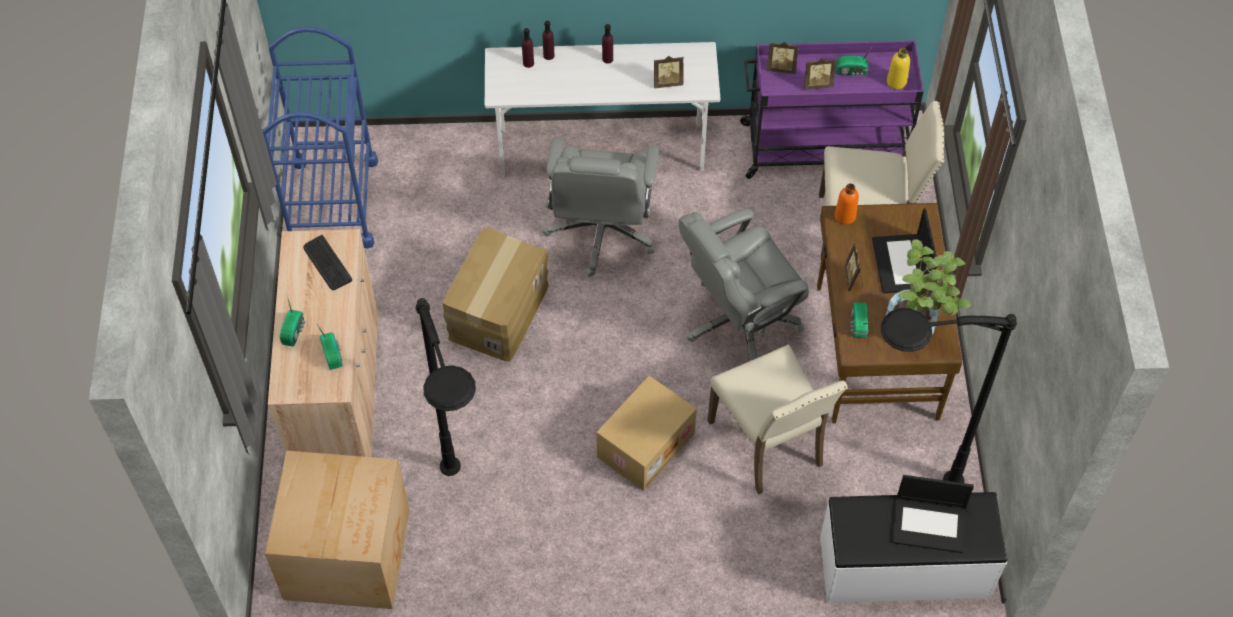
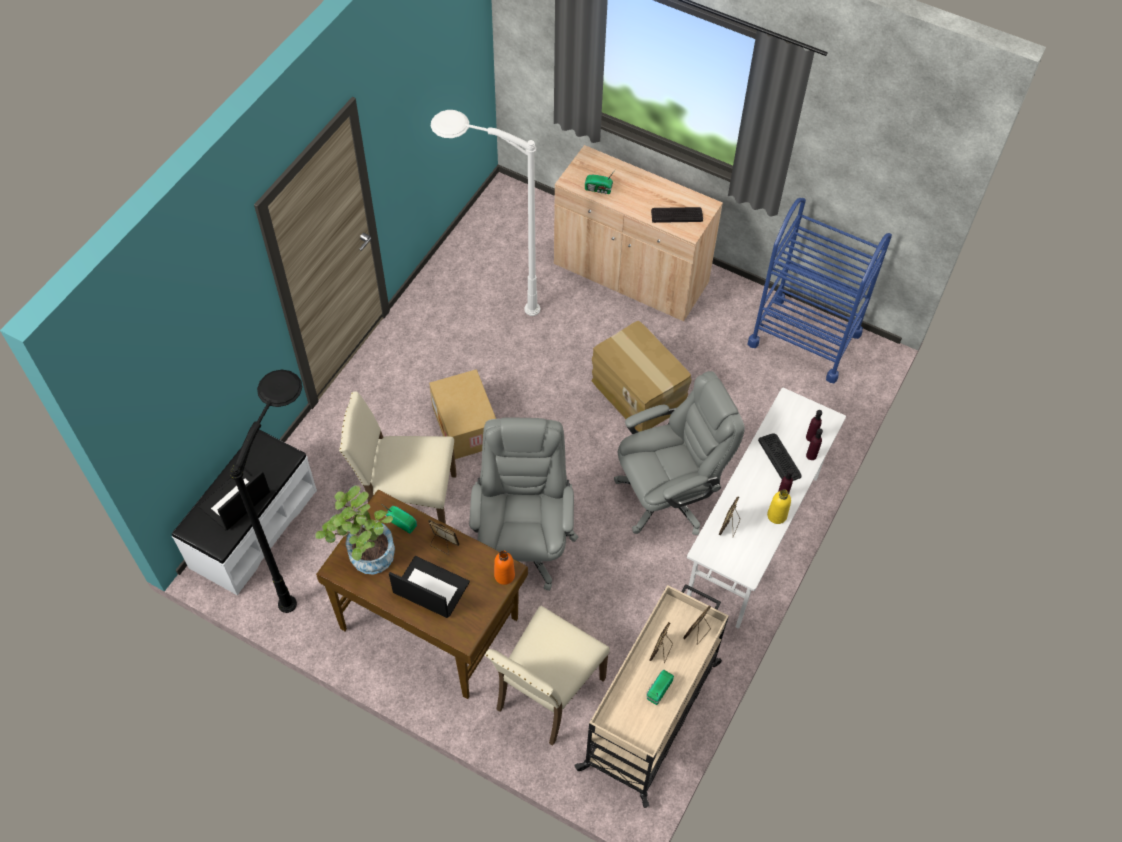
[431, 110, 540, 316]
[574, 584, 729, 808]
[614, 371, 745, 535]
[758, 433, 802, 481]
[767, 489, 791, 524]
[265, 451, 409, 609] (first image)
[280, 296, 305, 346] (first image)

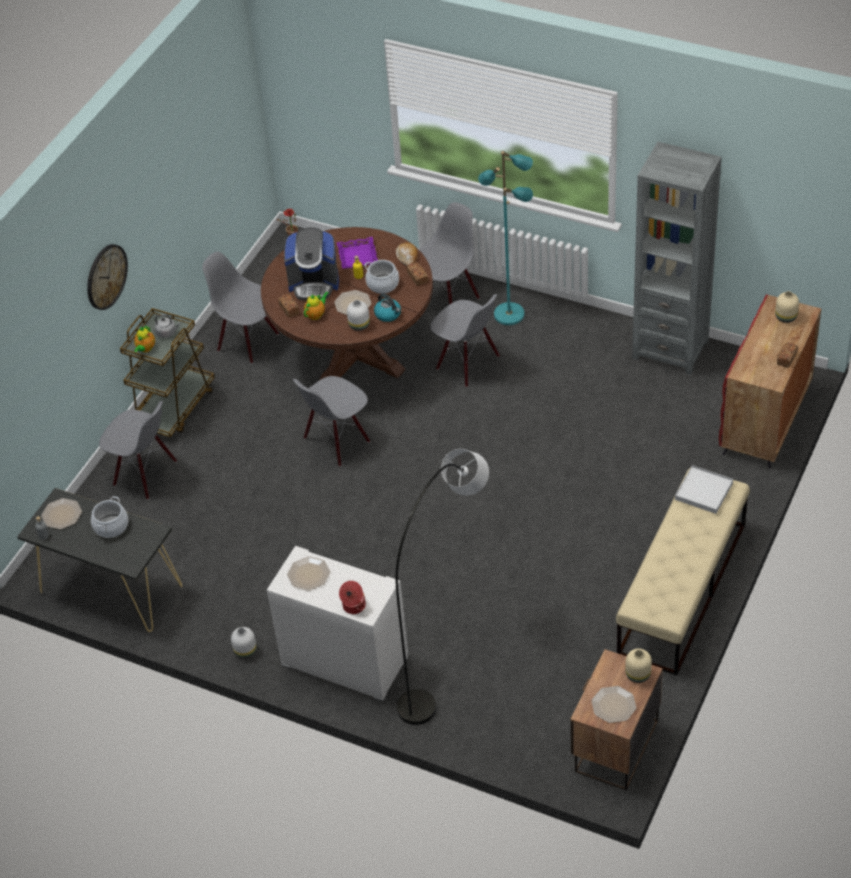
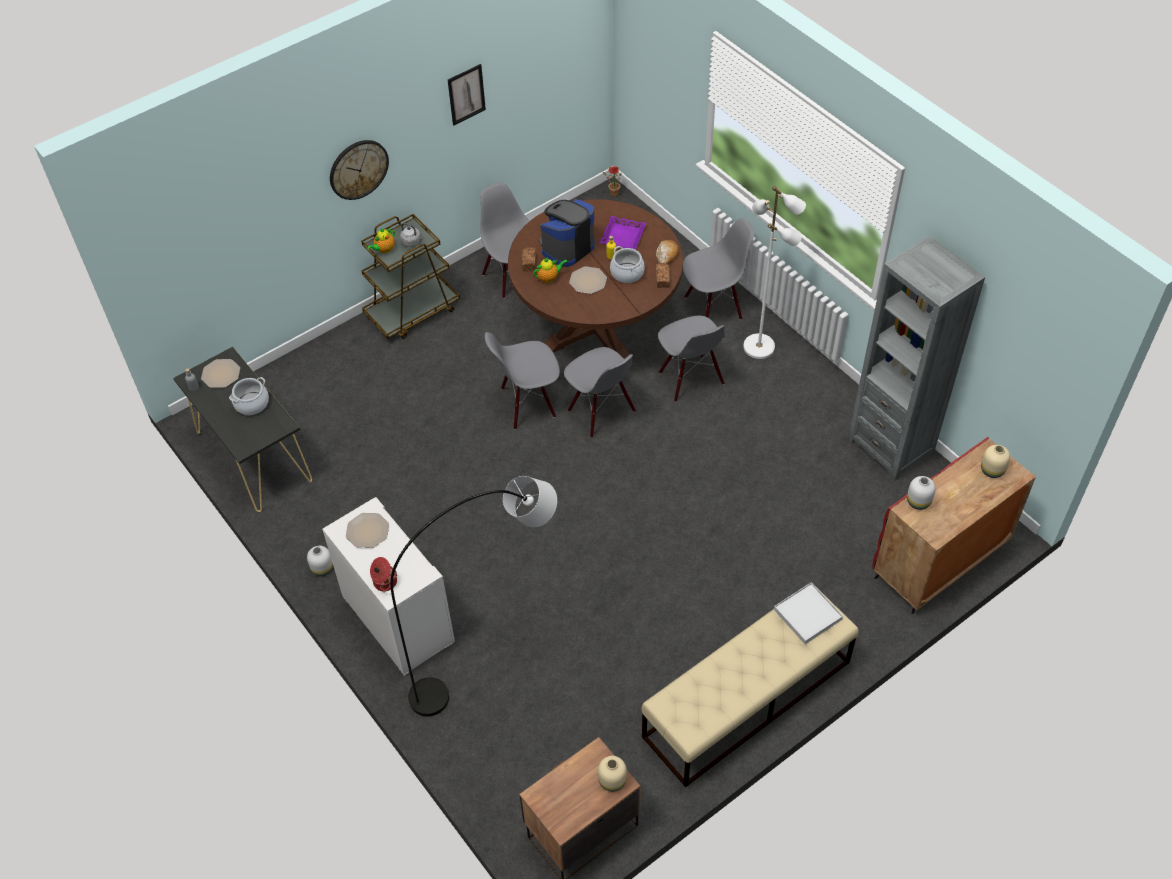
[448, 64, 486, 125]
[540, 199, 595, 267]
[564, 347, 636, 438]
[743, 186, 806, 359]
[907, 476, 936, 510]
[374, 293, 401, 322] (first image)
[592, 686, 636, 723] (first image)
[777, 343, 798, 368] (first image)

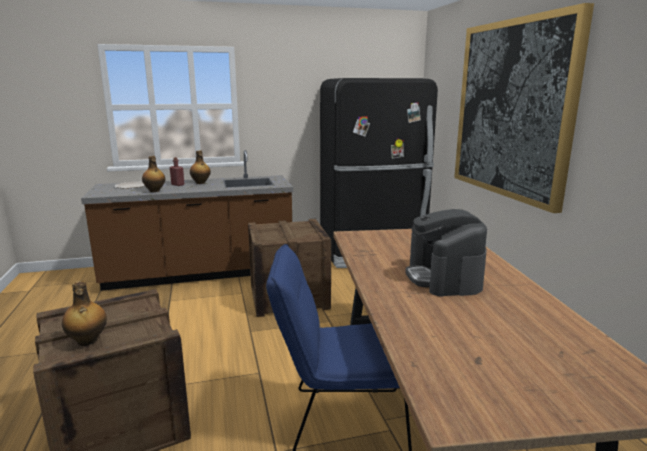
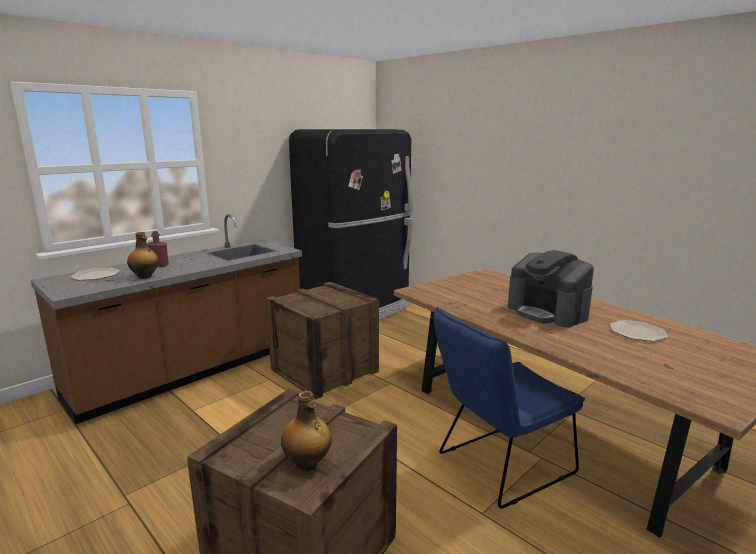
[610, 320, 668, 341]
[190, 151, 211, 184] (first image)
[454, 3, 594, 213] (first image)

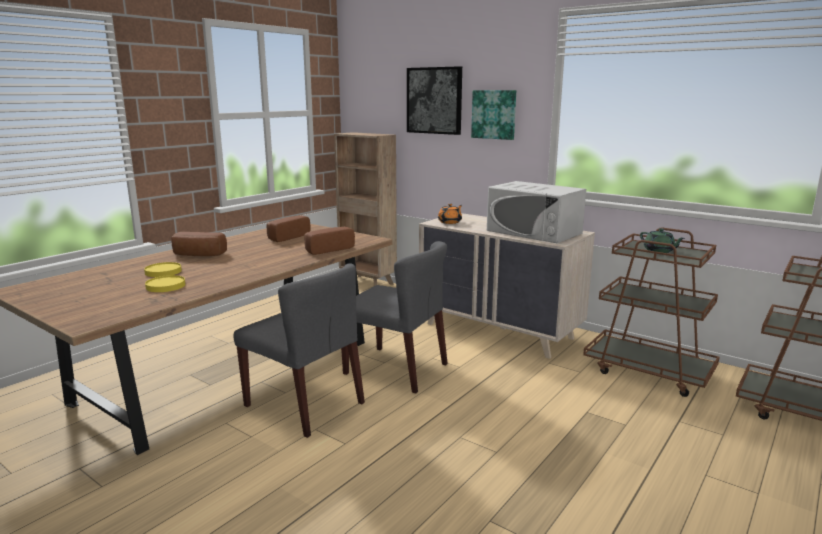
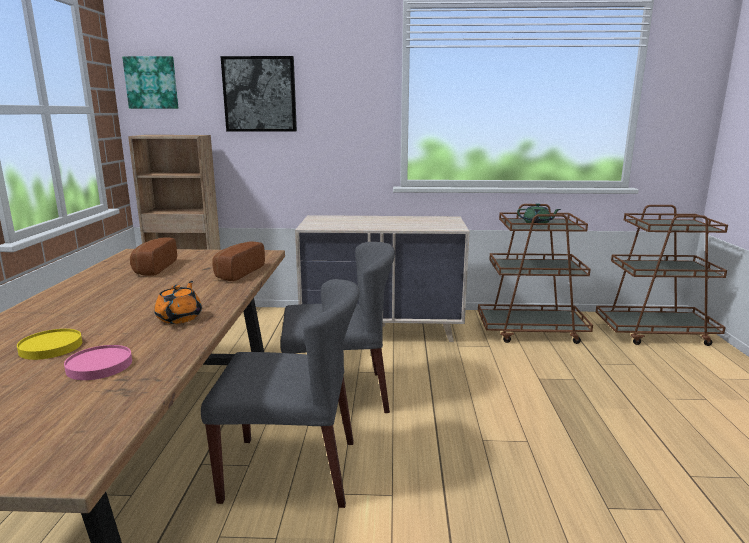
[64, 345, 132, 380]
[122, 56, 178, 109]
[154, 281, 202, 324]
[171, 232, 227, 256] (first image)
[487, 181, 586, 243] (first image)

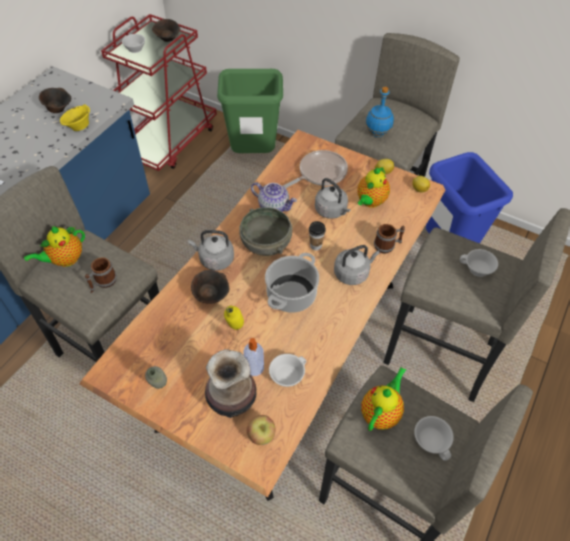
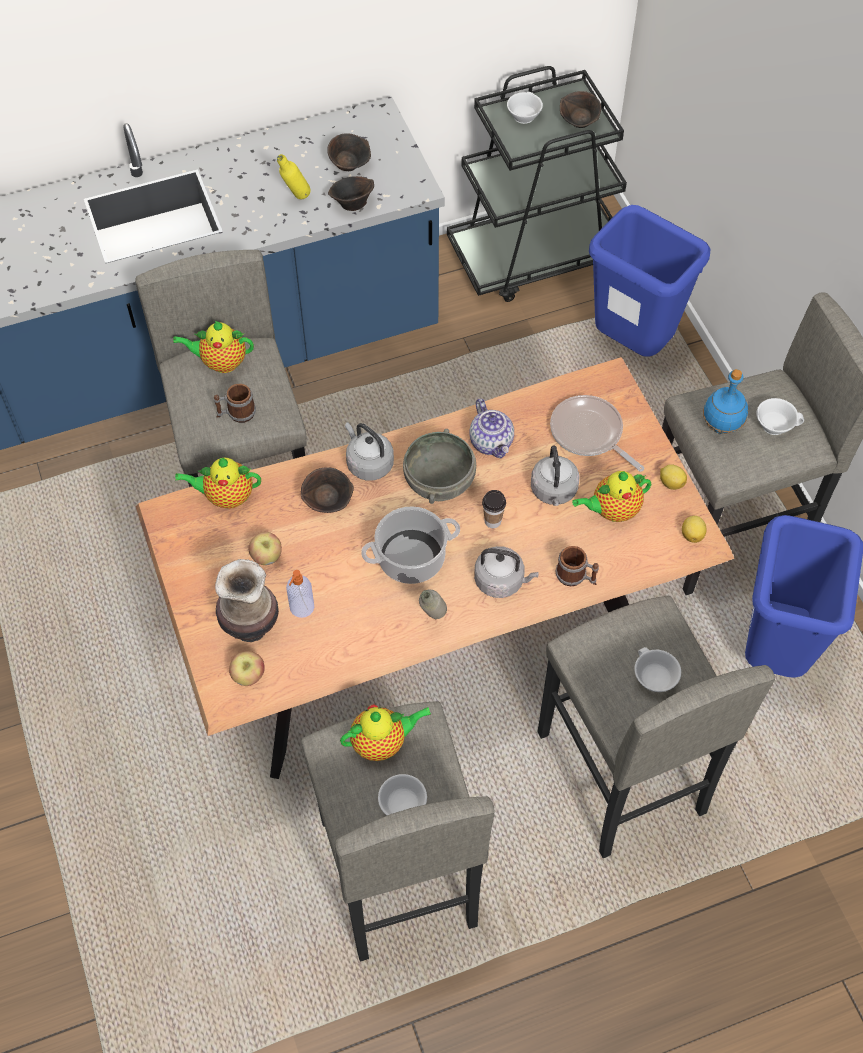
[175, 458, 261, 509]
[249, 532, 282, 565]
[277, 154, 311, 200]
[328, 176, 374, 211]
[419, 589, 447, 619]
[447, 66, 627, 302]
[550, 395, 644, 472]
[589, 205, 710, 357]
[756, 398, 804, 435]

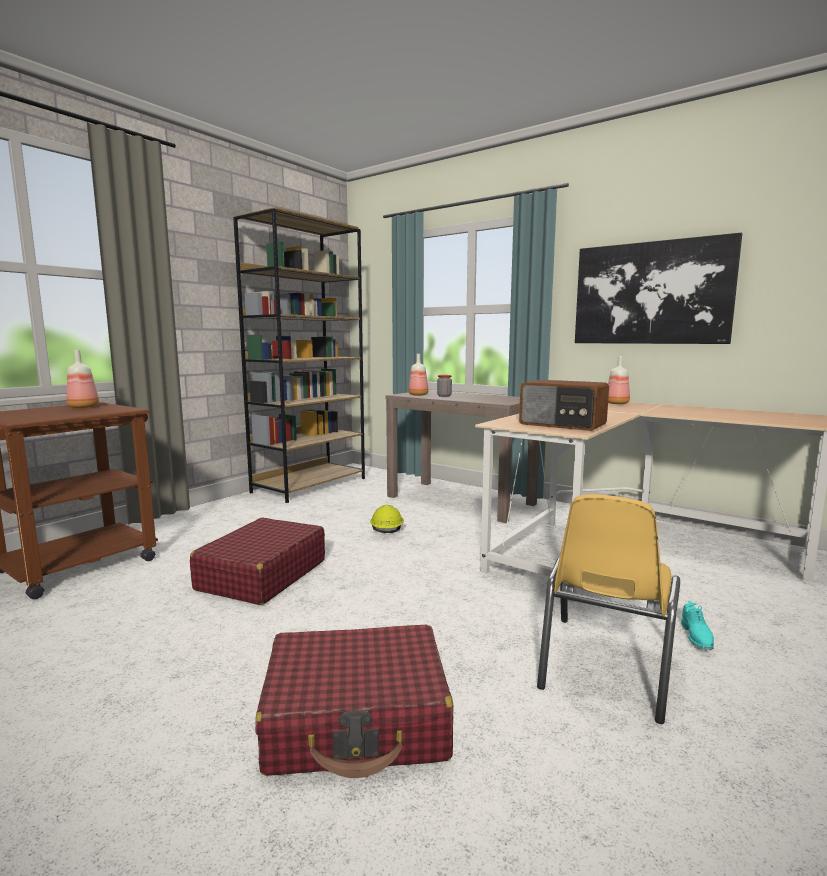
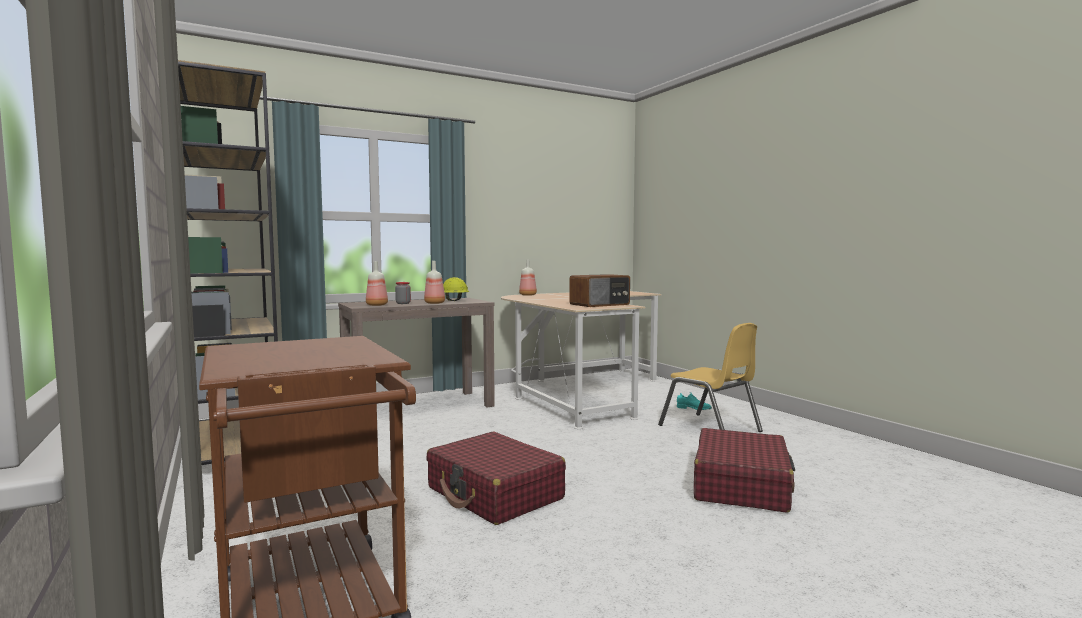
[424, 261, 445, 304]
[443, 277, 469, 301]
[575, 233, 742, 344] (first image)

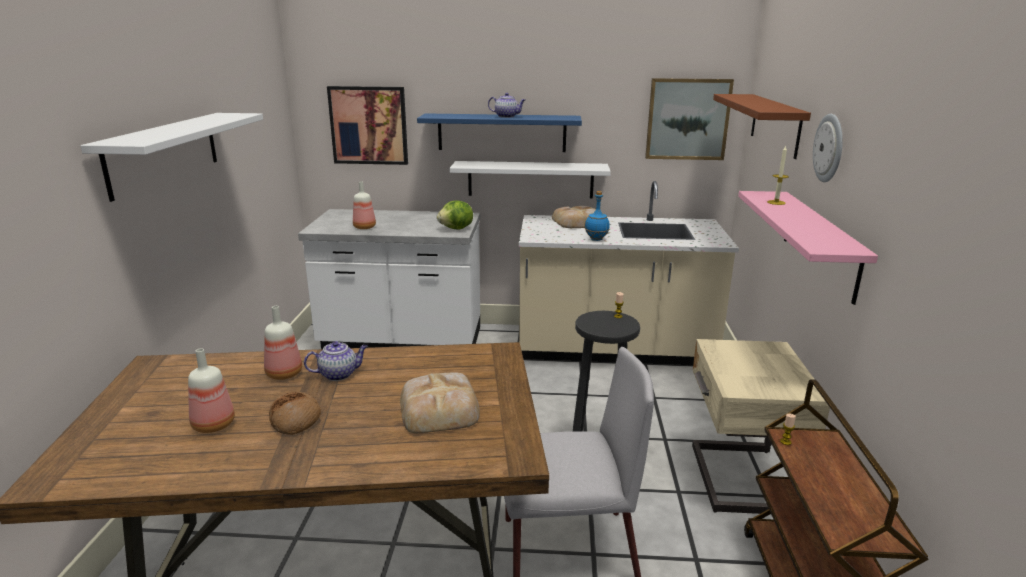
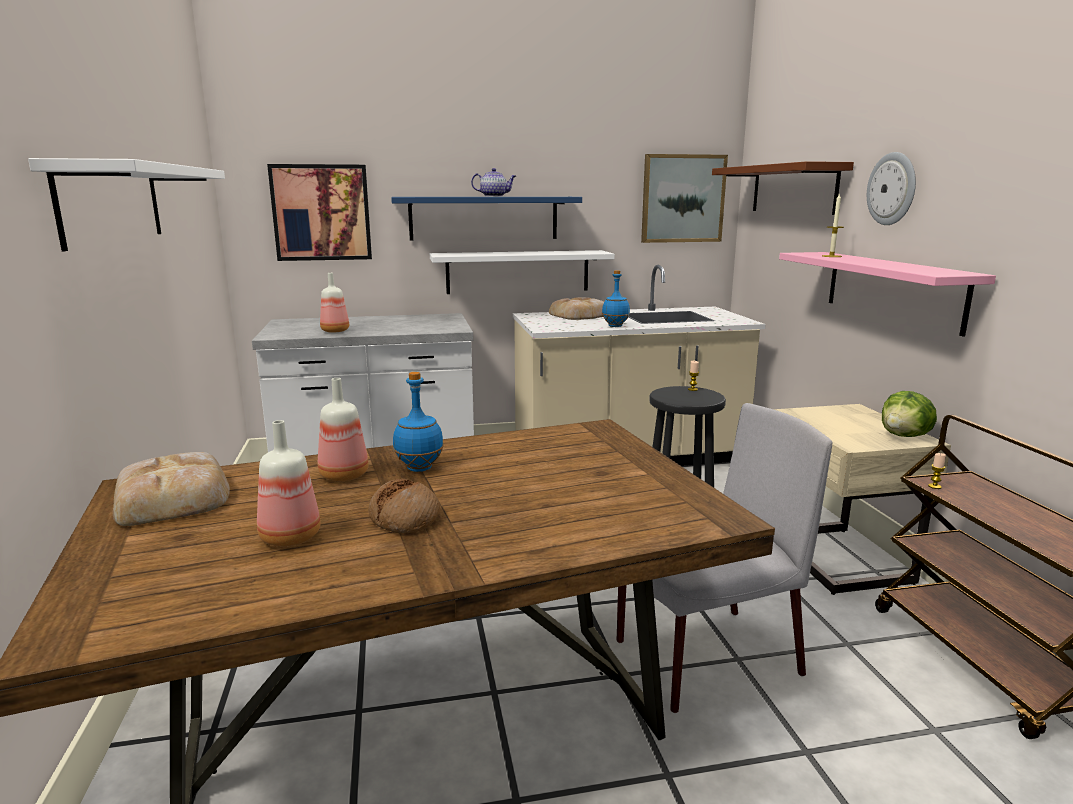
[113, 452, 230, 526]
[393, 372, 444, 472]
[882, 391, 937, 437]

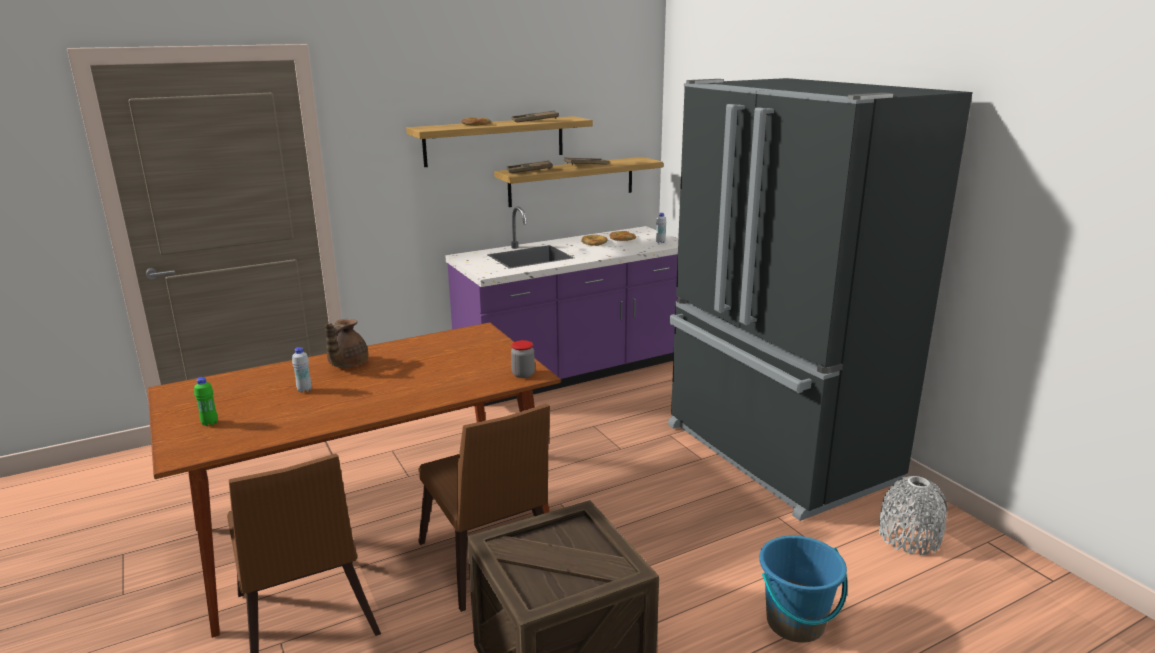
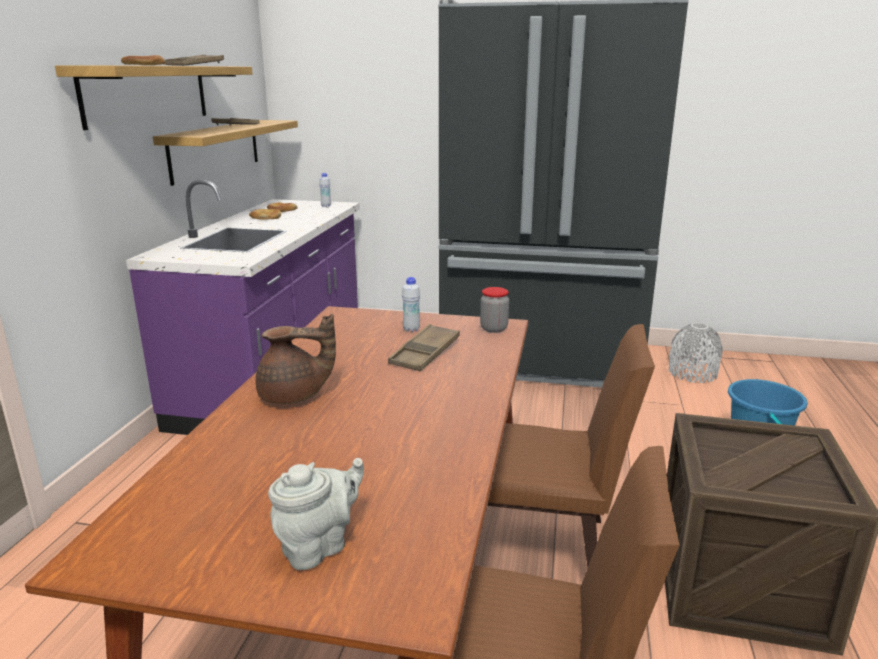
[256, 314, 336, 404]
[268, 458, 364, 570]
[388, 324, 460, 371]
[402, 277, 420, 332]

